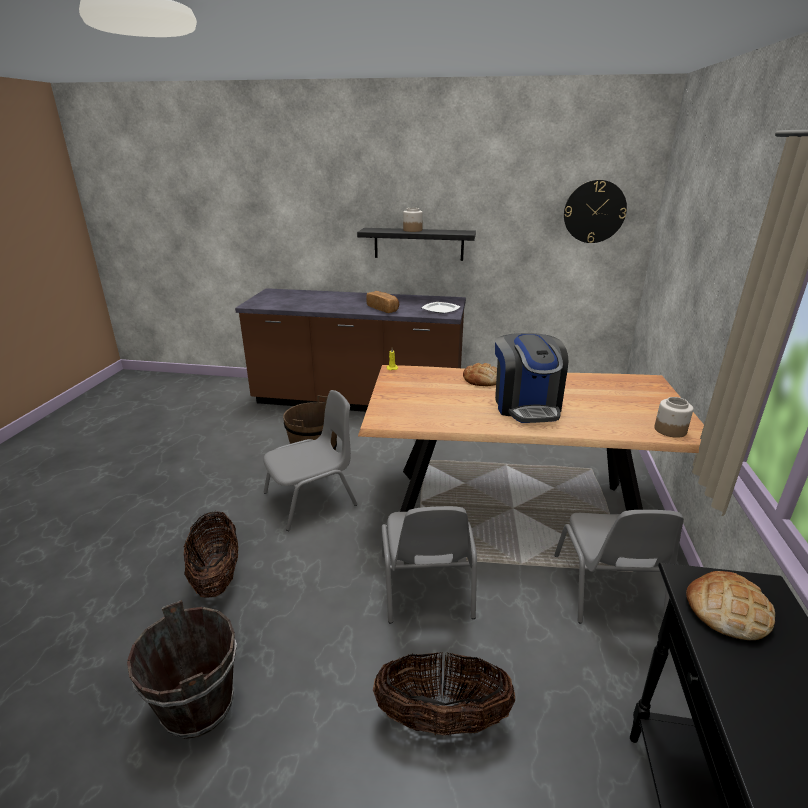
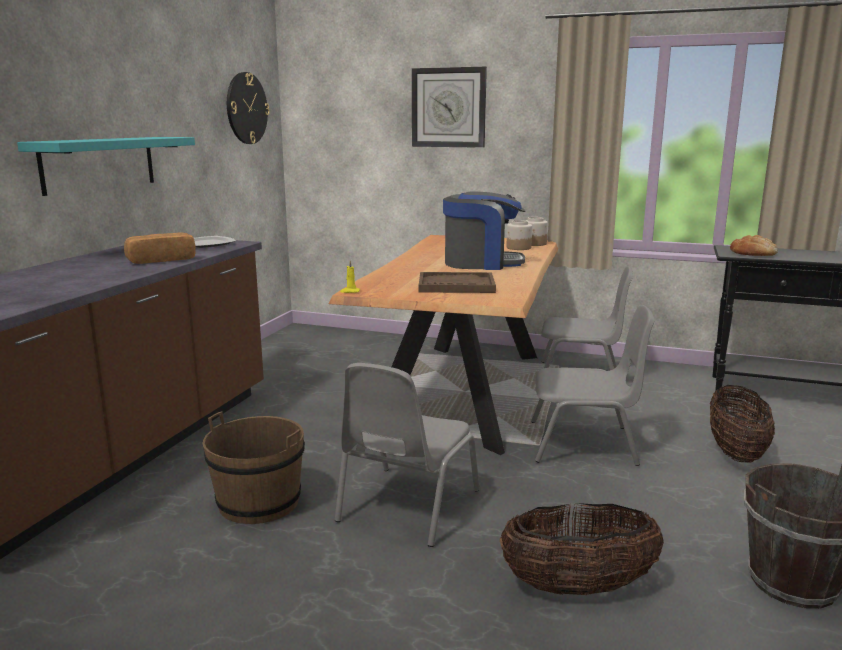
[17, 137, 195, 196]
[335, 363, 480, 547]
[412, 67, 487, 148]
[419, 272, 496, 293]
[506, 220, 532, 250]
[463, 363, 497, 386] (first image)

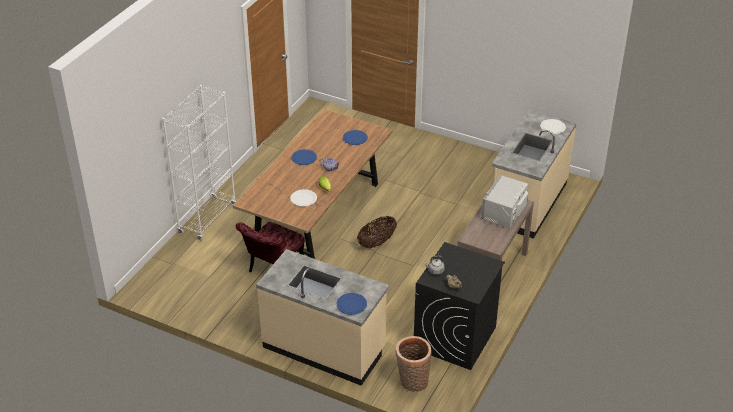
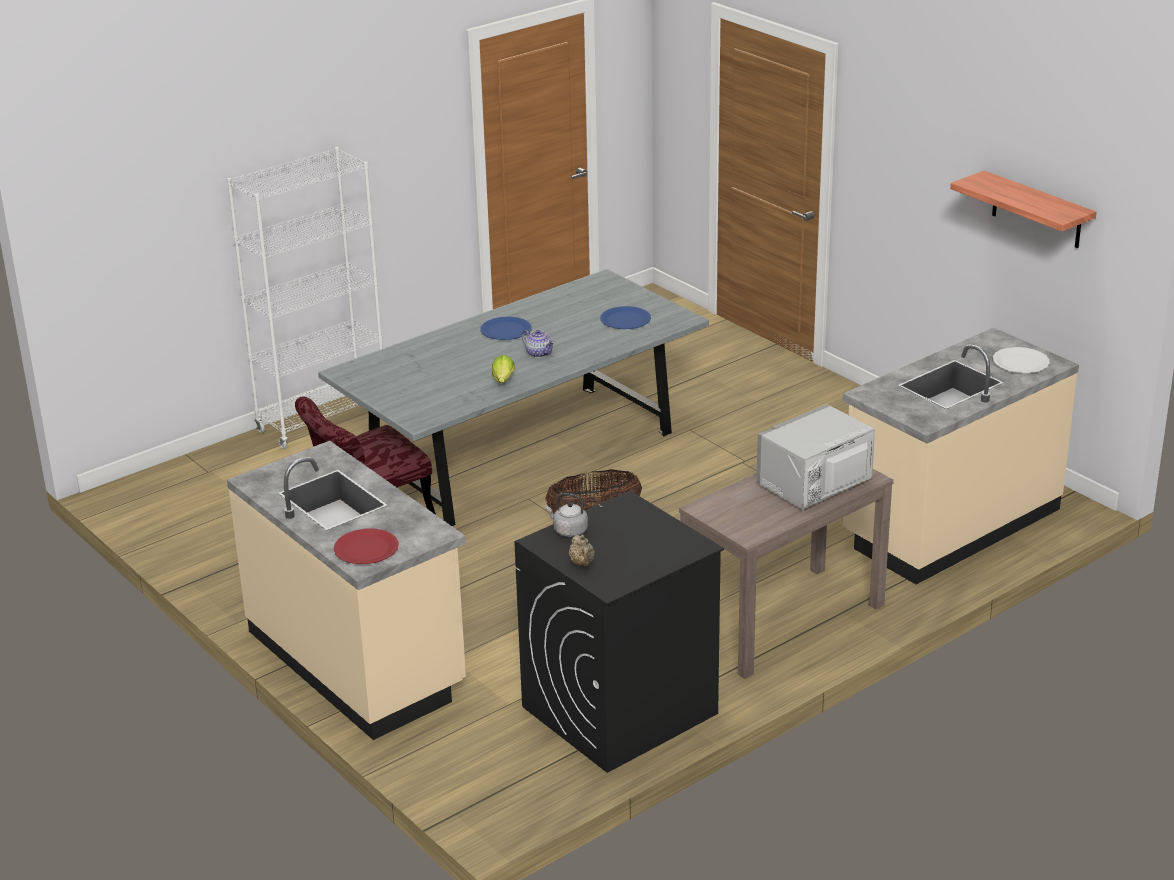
[318, 269, 709, 526]
[334, 529, 399, 564]
[950, 171, 1096, 248]
[290, 189, 317, 207] (first image)
[396, 336, 432, 392] (first image)

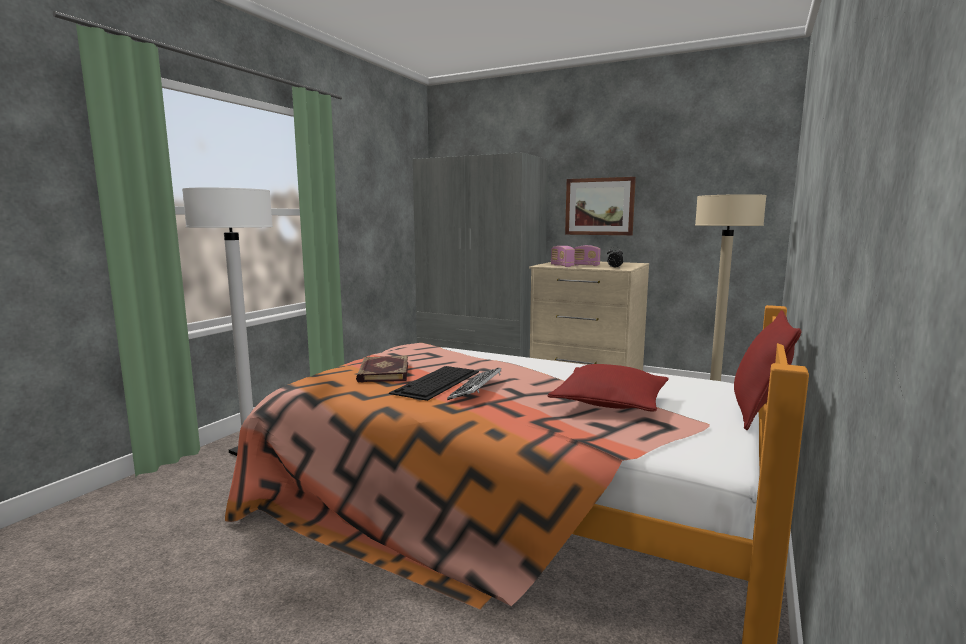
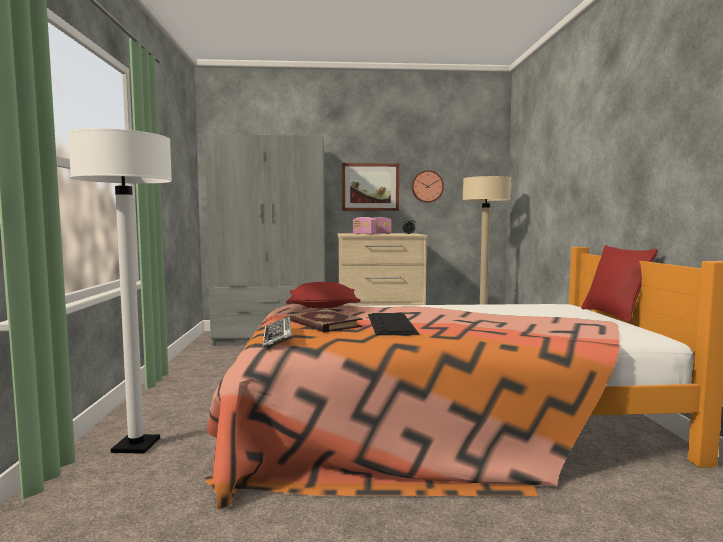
[263, 316, 293, 347]
[286, 282, 361, 308]
[412, 170, 444, 203]

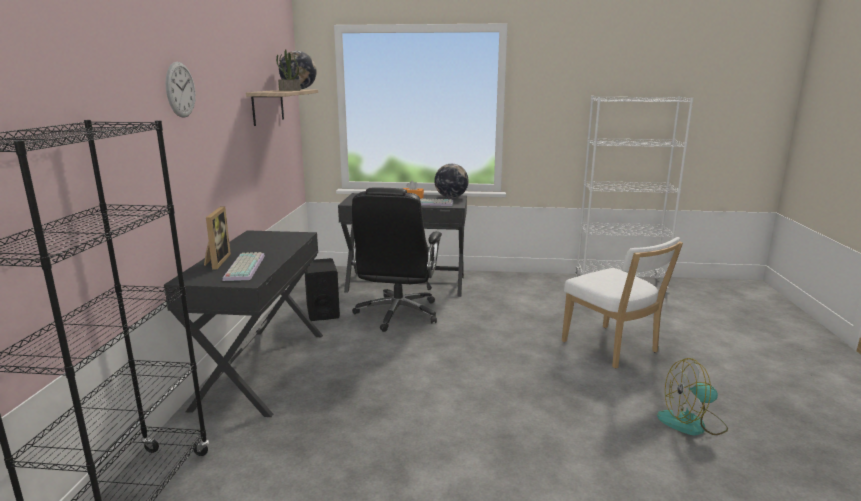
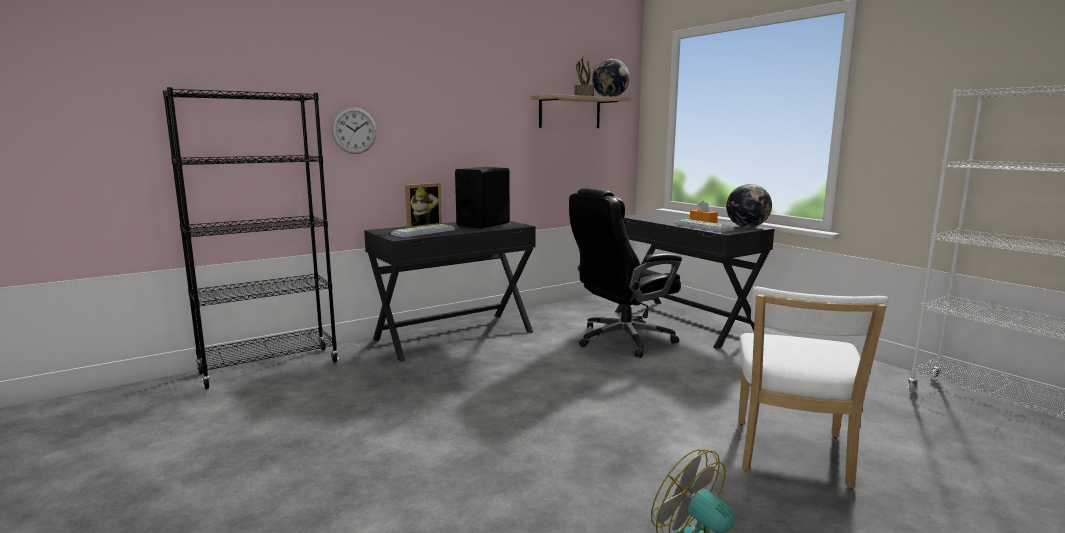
[331, 107, 377, 154]
[455, 167, 510, 229]

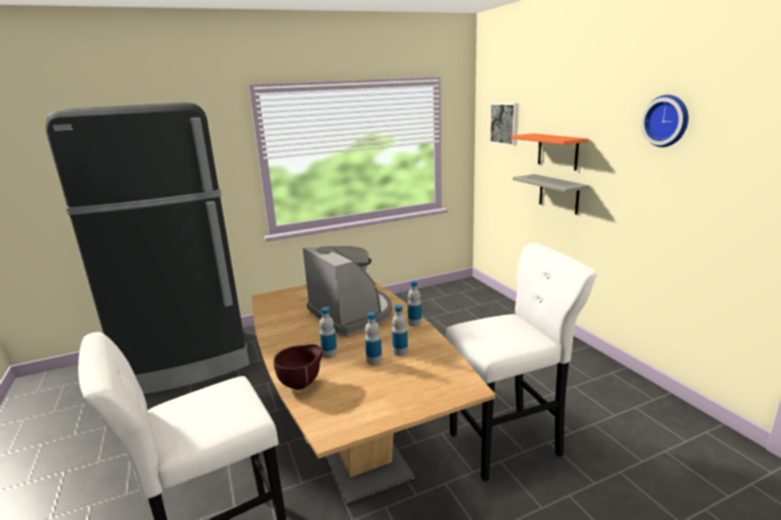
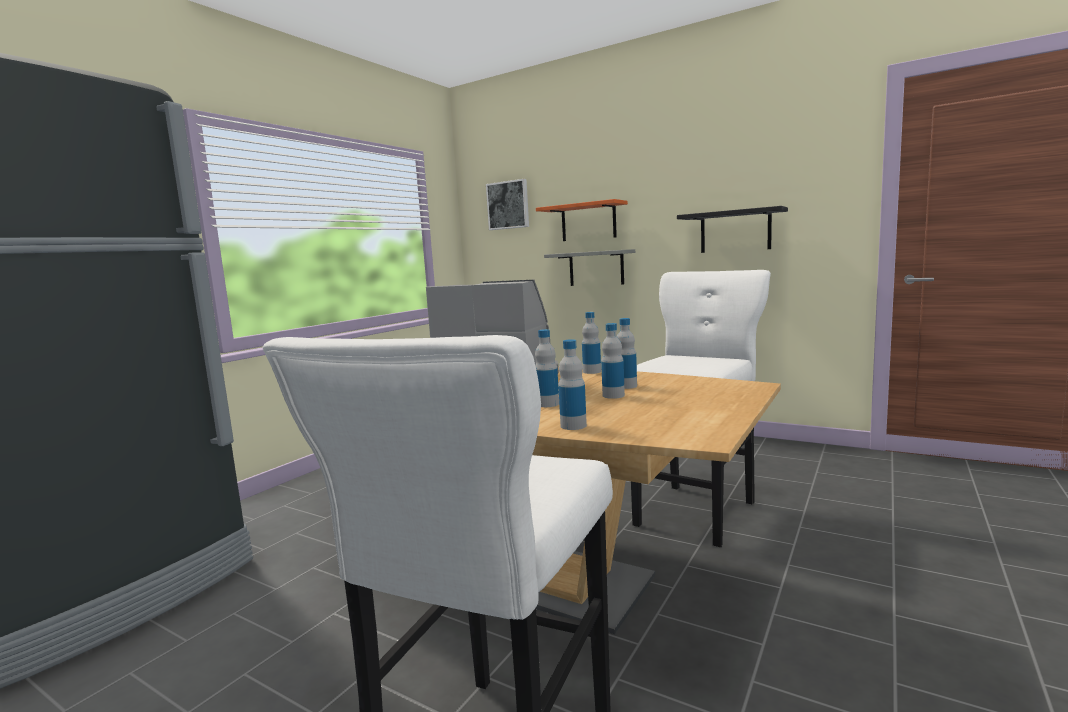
[558, 339, 587, 430]
[677, 206, 788, 253]
[641, 95, 689, 147] (first image)

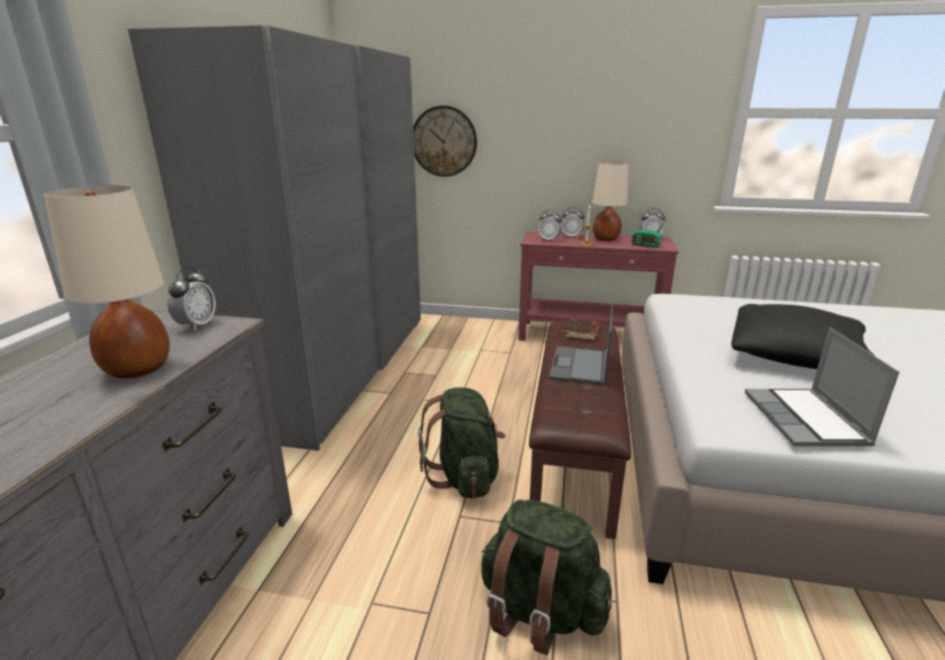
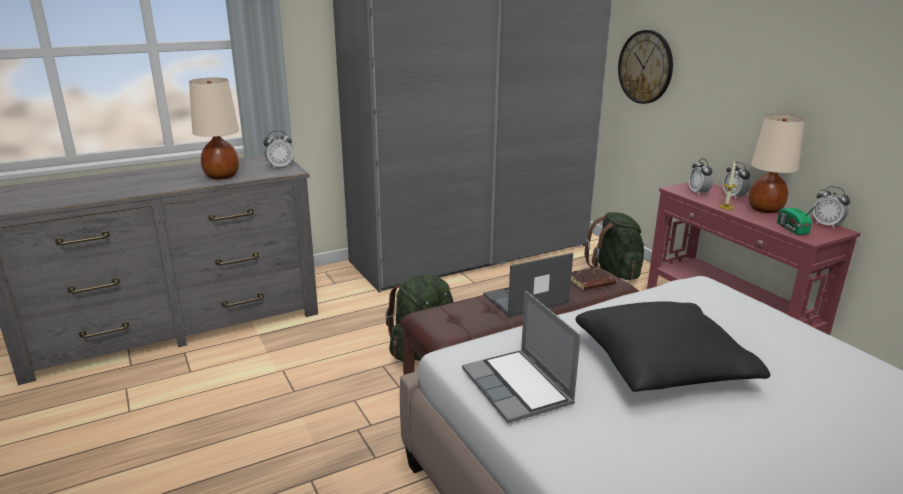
[462, 291, 581, 423]
[585, 212, 644, 280]

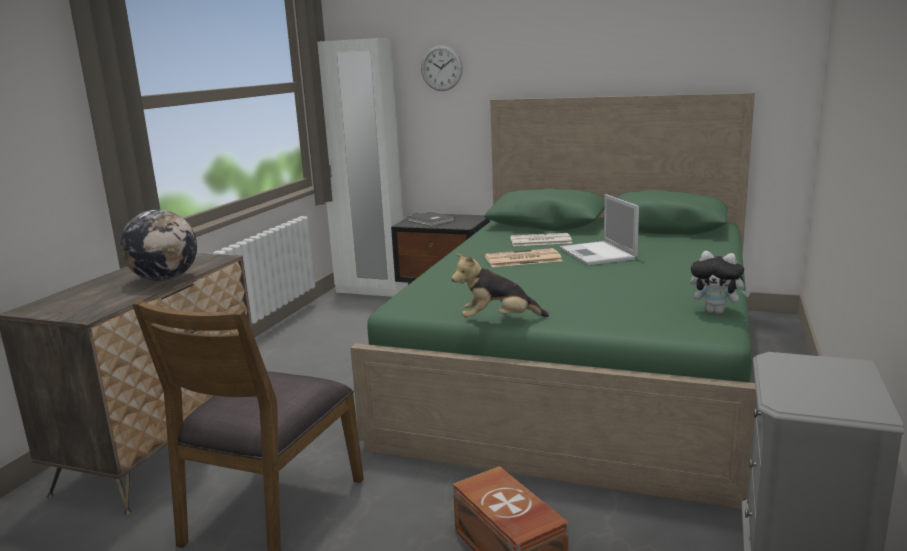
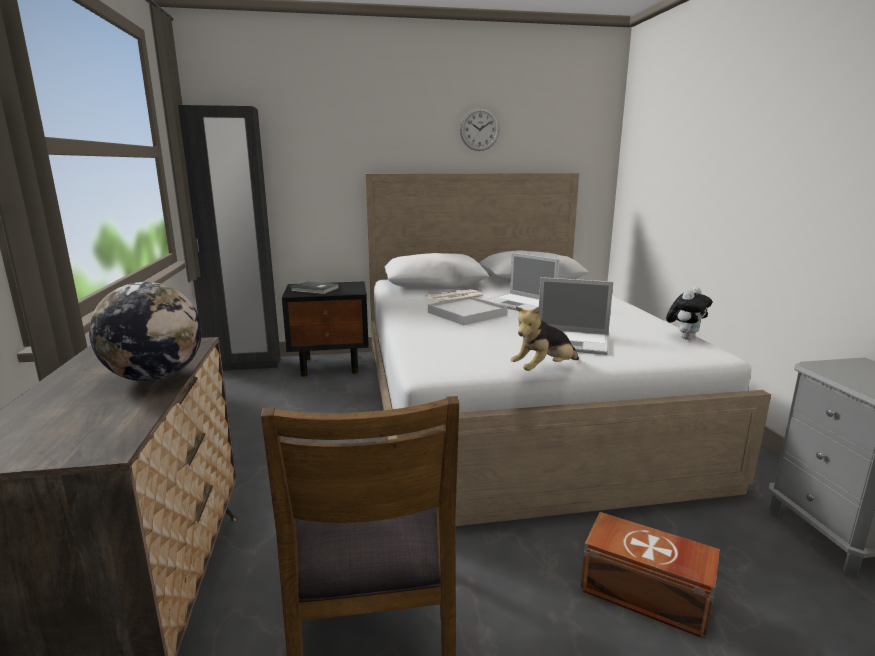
[178, 105, 281, 371]
[365, 173, 771, 526]
[428, 296, 508, 325]
[460, 108, 500, 151]
[539, 277, 614, 355]
[666, 287, 712, 340]

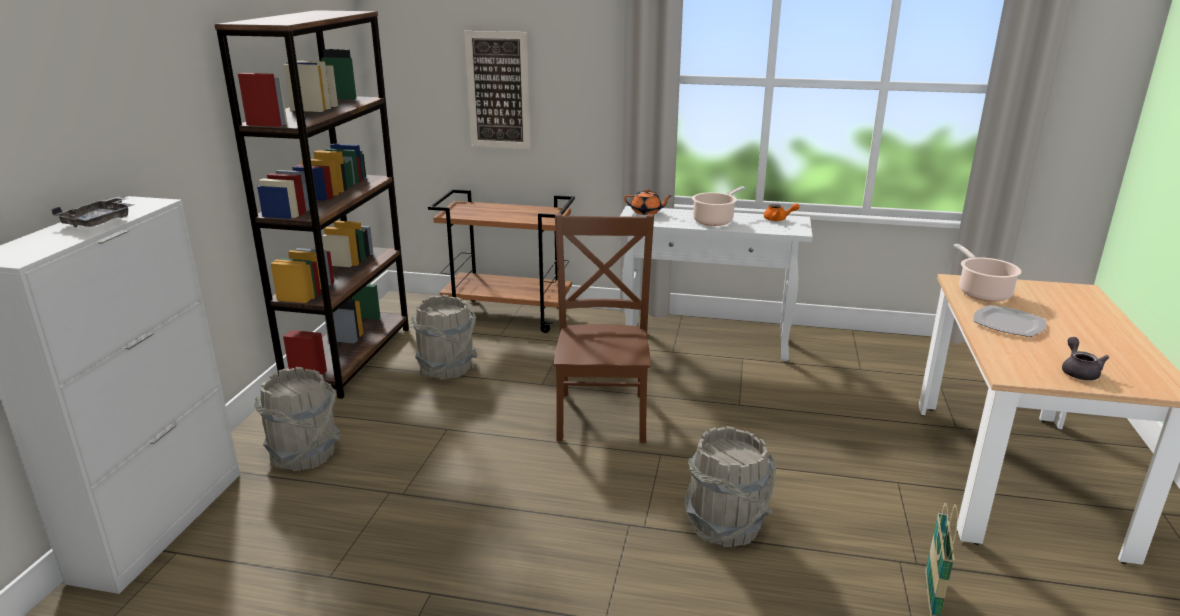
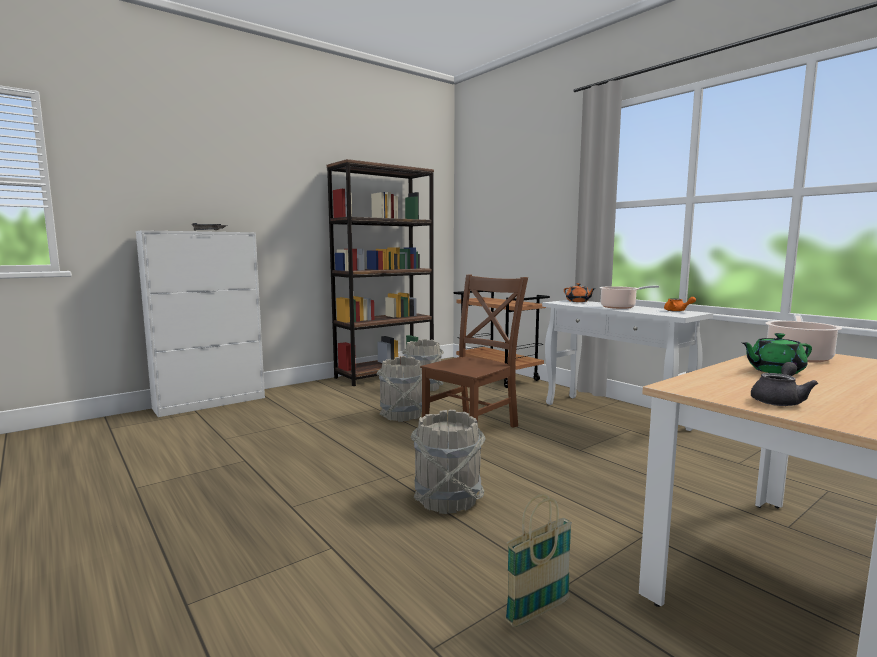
[377, 356, 422, 422]
[741, 333, 812, 374]
[464, 31, 531, 149] (first image)

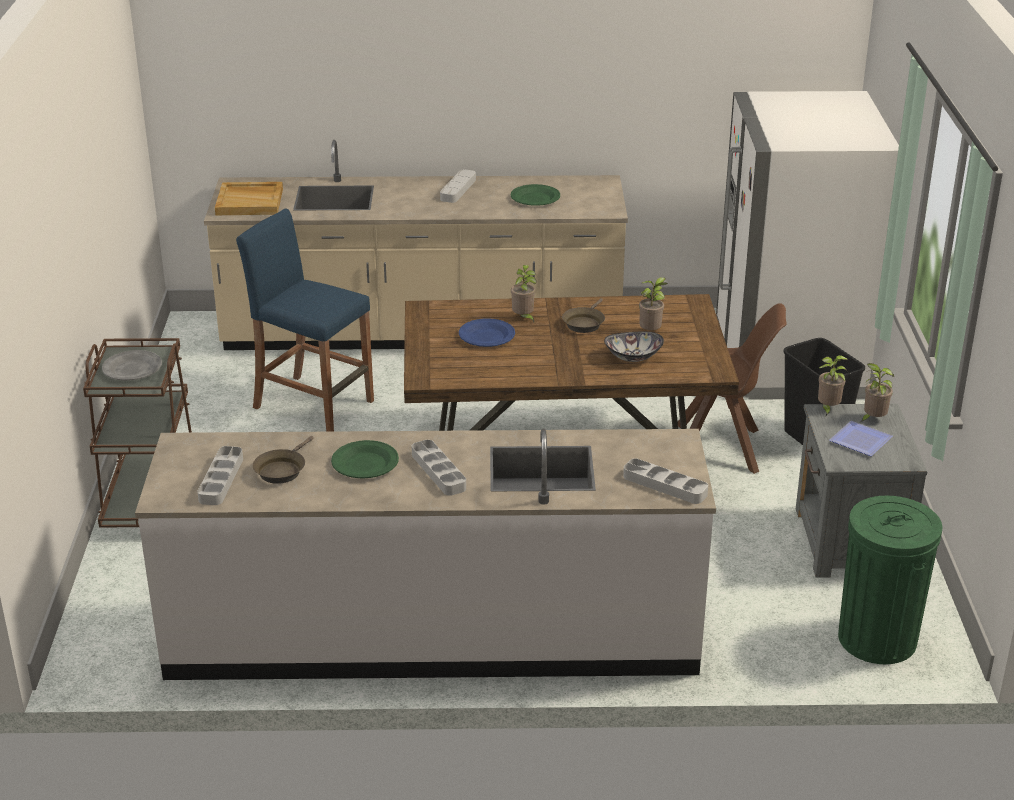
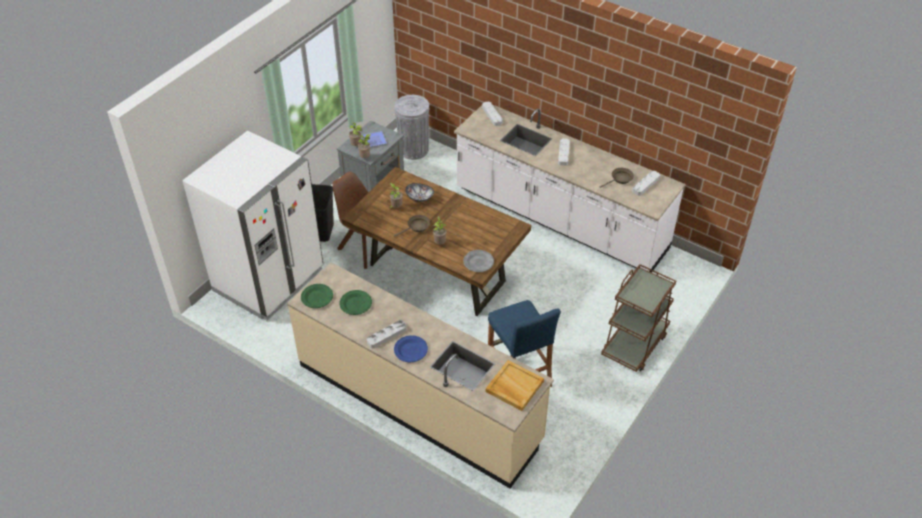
[301, 284, 333, 308]
[394, 95, 429, 160]
[394, 335, 428, 362]
[463, 250, 494, 272]

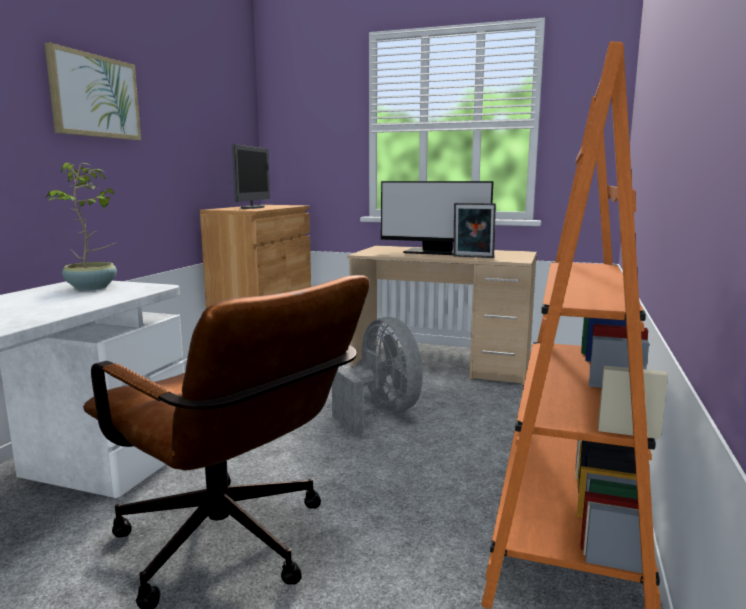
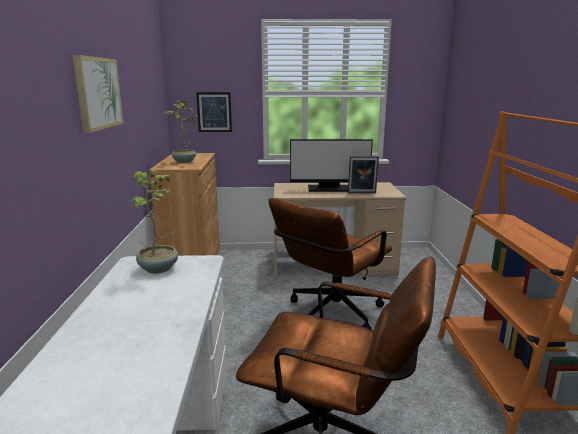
[164, 101, 197, 163]
[196, 92, 232, 132]
[268, 198, 392, 330]

